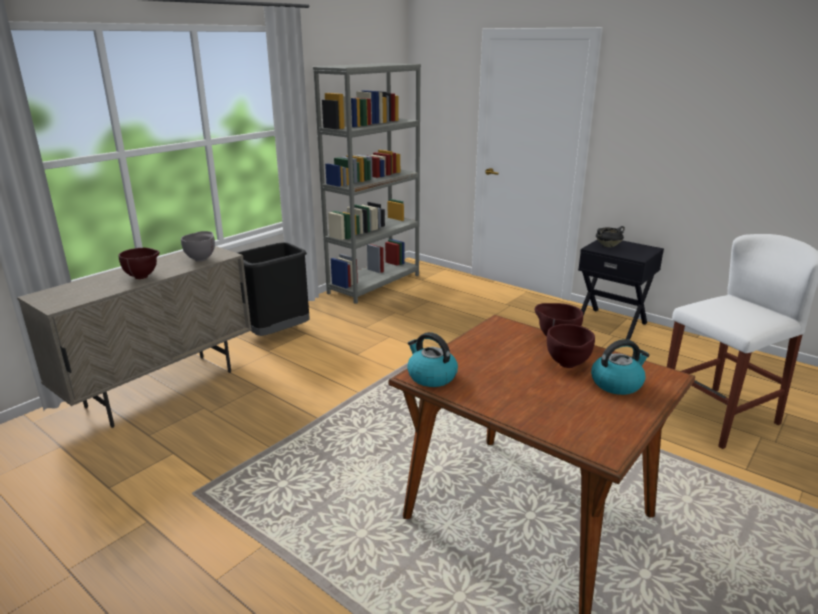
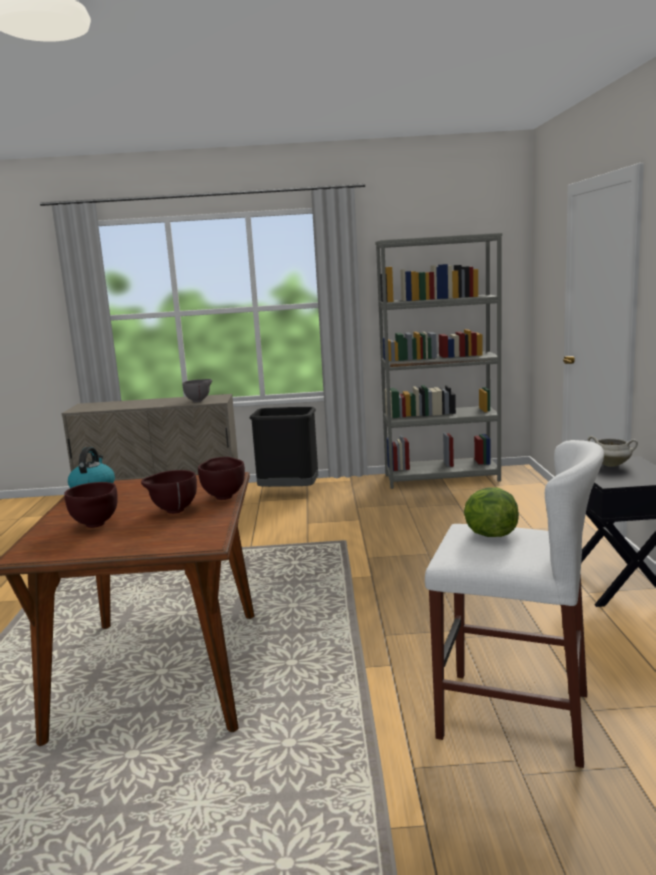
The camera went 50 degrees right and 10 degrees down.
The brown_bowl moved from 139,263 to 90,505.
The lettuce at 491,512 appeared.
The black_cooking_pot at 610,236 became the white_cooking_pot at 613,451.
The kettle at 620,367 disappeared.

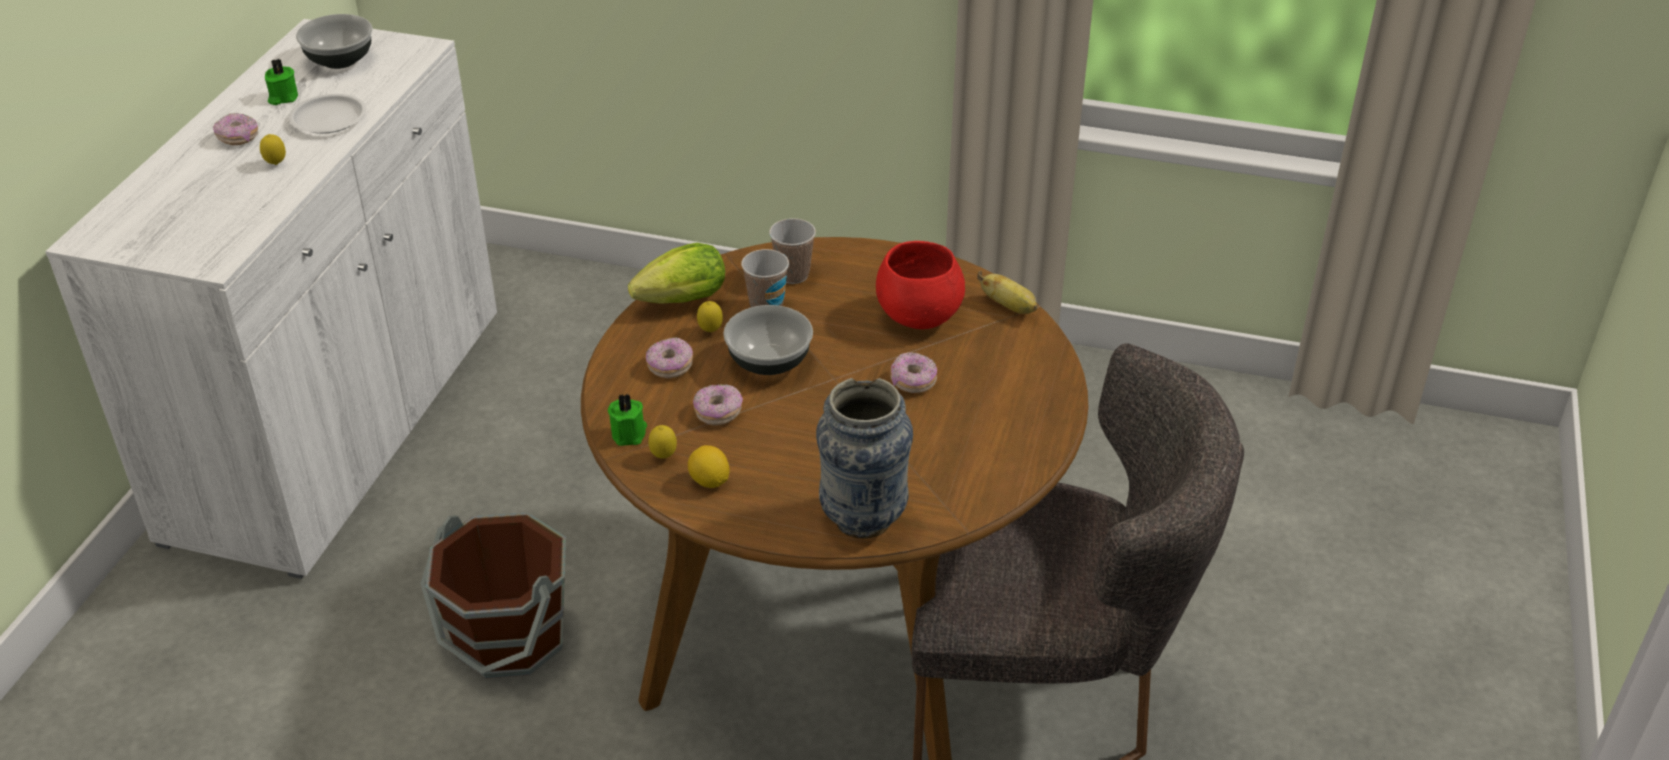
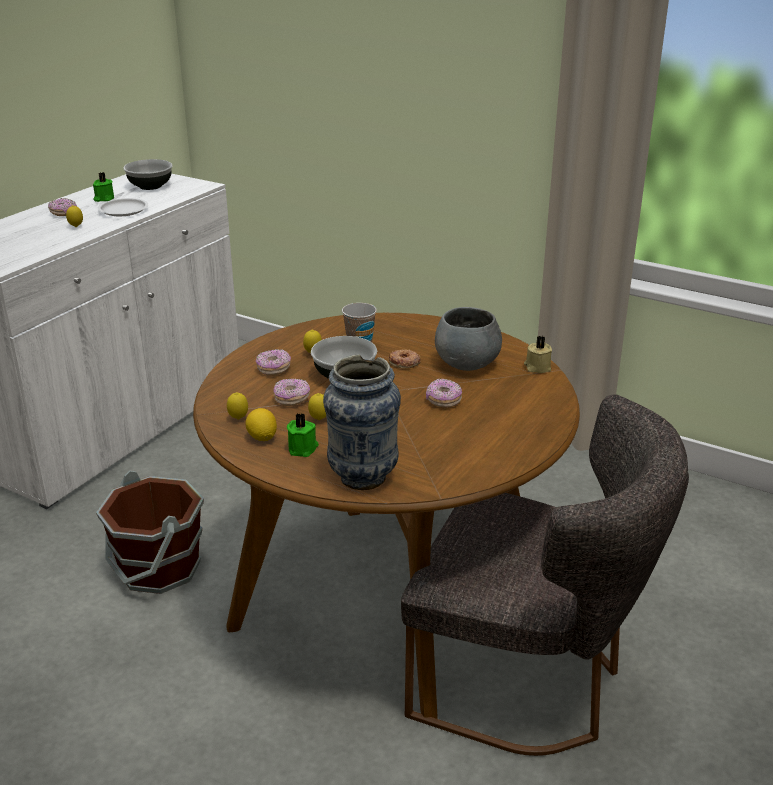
The camera went 15 degrees right and 10 degrees down.
The green_candle moved from 627,419 to 303,435.
The lemon at 317,406 appeared.
The donut at 405,358 appeared.
The red_bowl at 920,285 became the grey_bowl at 468,339.
The banana at 1007,292 was replaced by the beige_candle at 538,354.
The lettuce at 676,273 disappeared.
The cup at 792,251 disappeared.

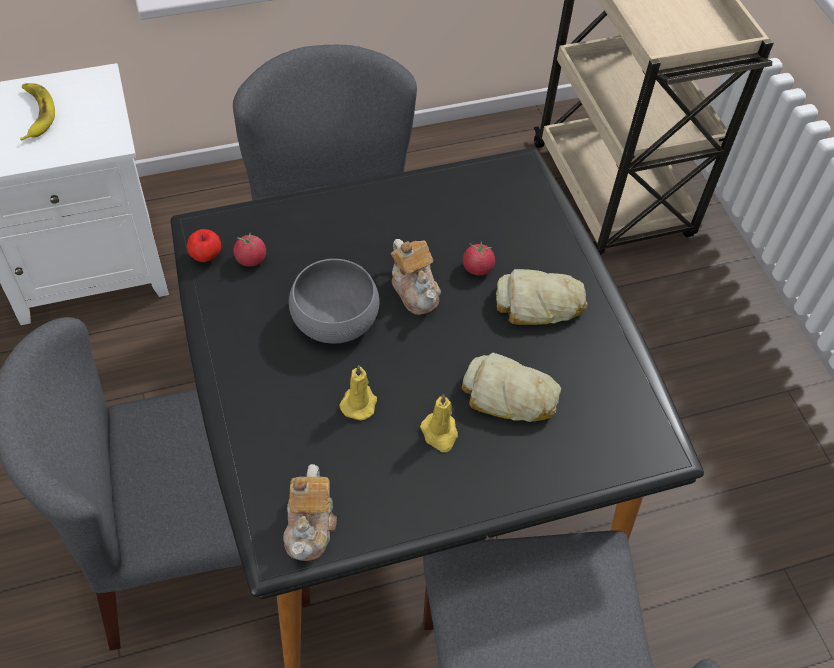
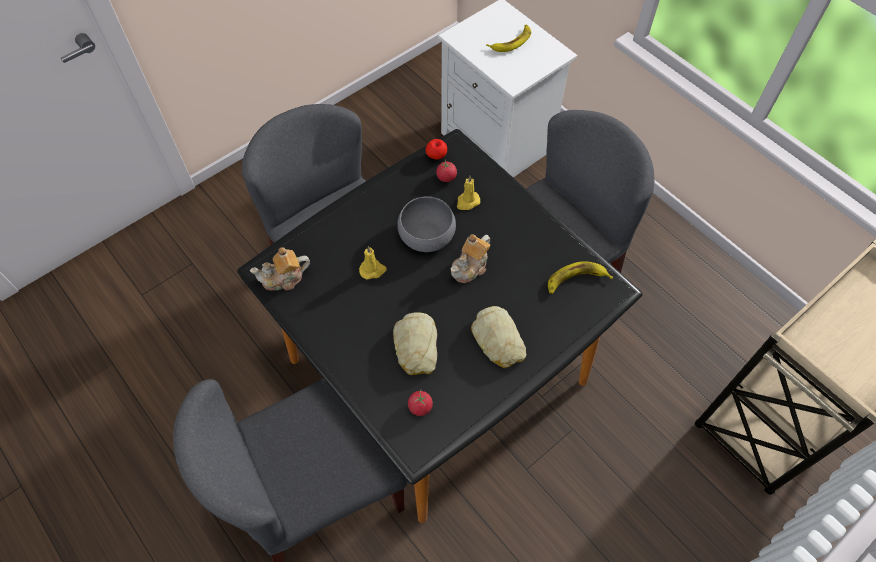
The camera went 70 degrees right and 5 degrees up.
The tomato moved from 479,257 to 420,402.
The yellow_candle moved from 439,423 to 468,193.
The banana at 580,277 appeared.

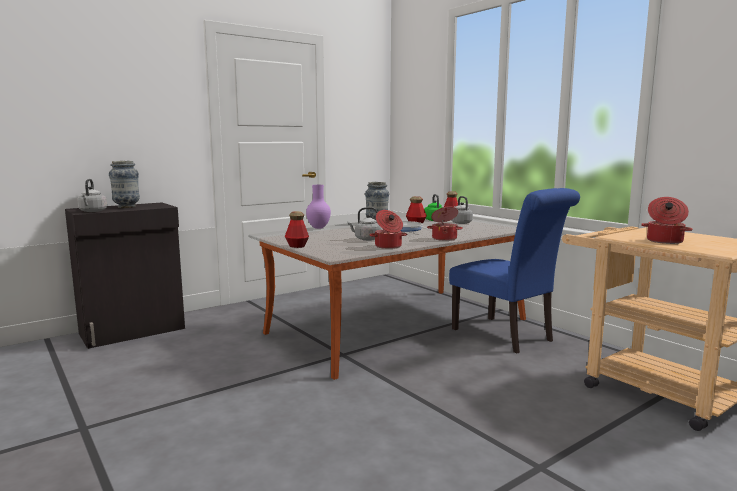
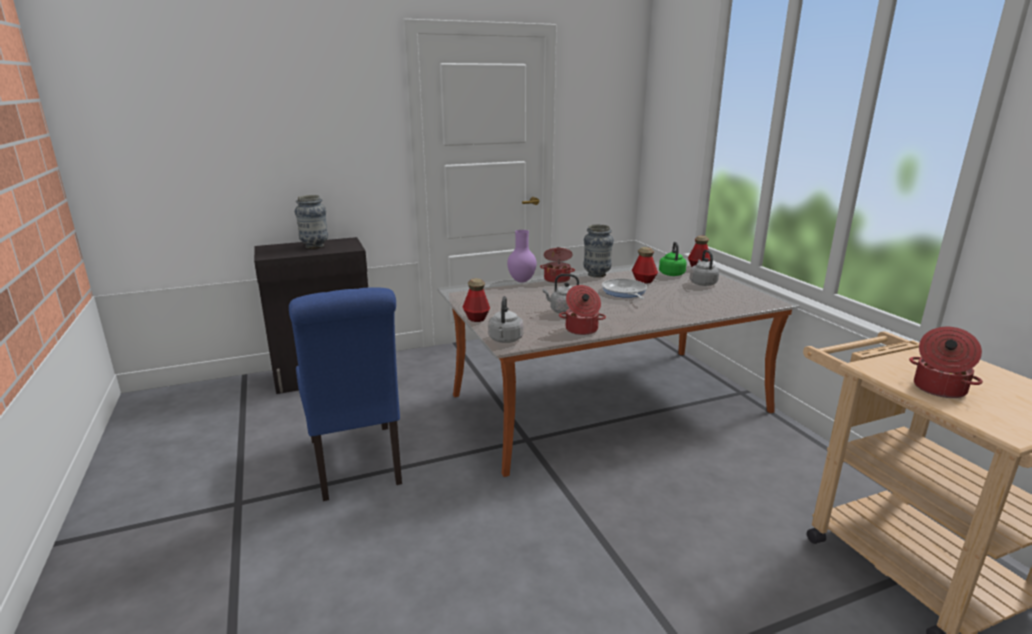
The camera went 15 degrees right and 10 degrees up.
The blue_chair moved from 514,271 to 345,394.
The grey_kettle moved from 92,195 to 506,319.
The cooking_pot moved from 445,223 to 557,265.

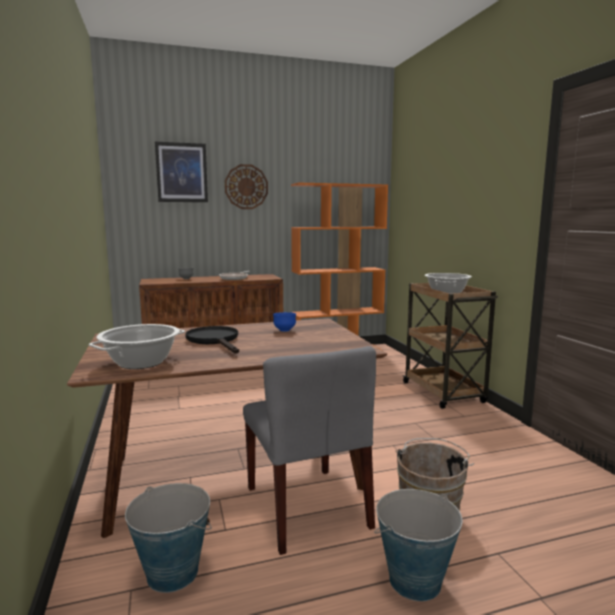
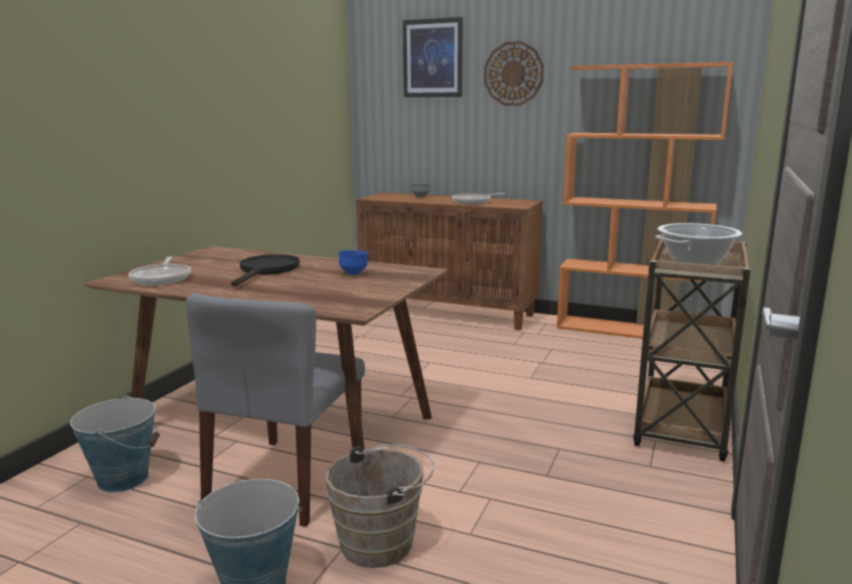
The camera went 40 degrees right and 5 degrees up.
The cooking_pot at 137,346 was replaced by the frying_pan at 159,270.

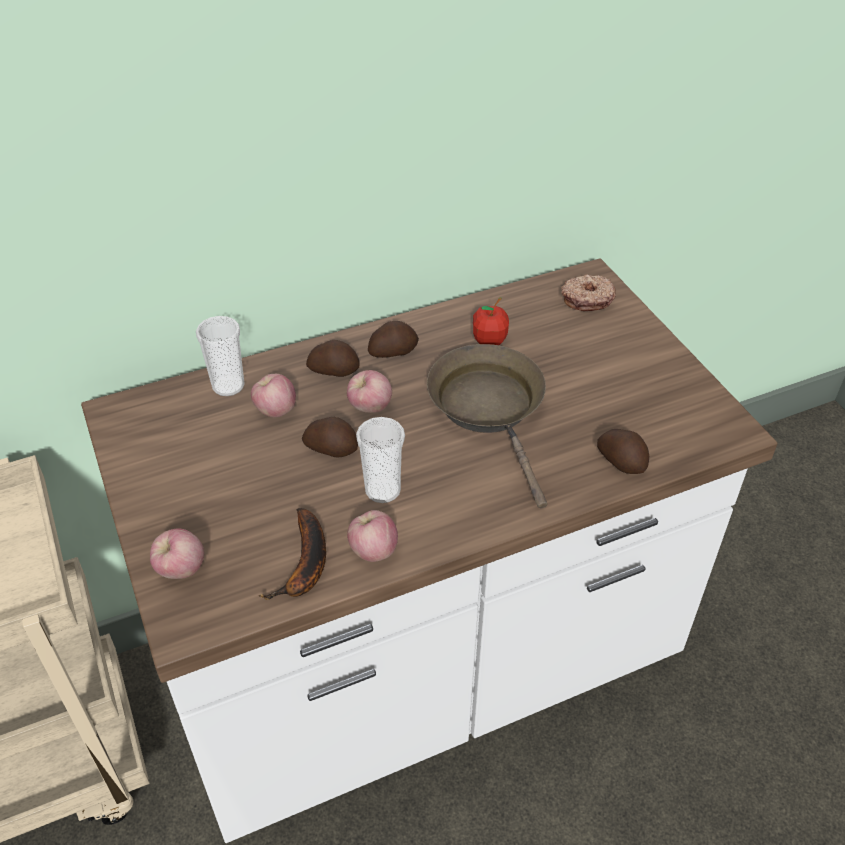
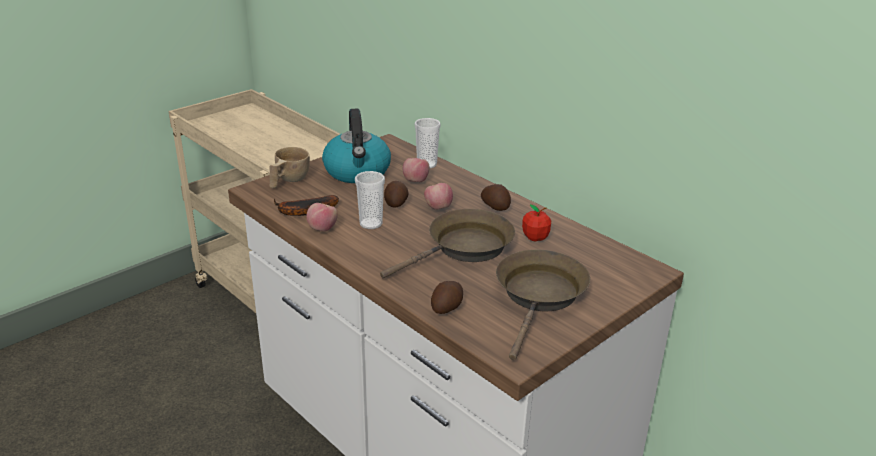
The camera went 70 degrees right and 15 degrees down.
The apple at 177,554 was replaced by the beige_cup at 289,167.
The kettle at 356,146 appeared.
The brown_frying_pan at 543,305 appeared.
The potato at 333,358 disappeared.
The donut at 588,292 disappeared.

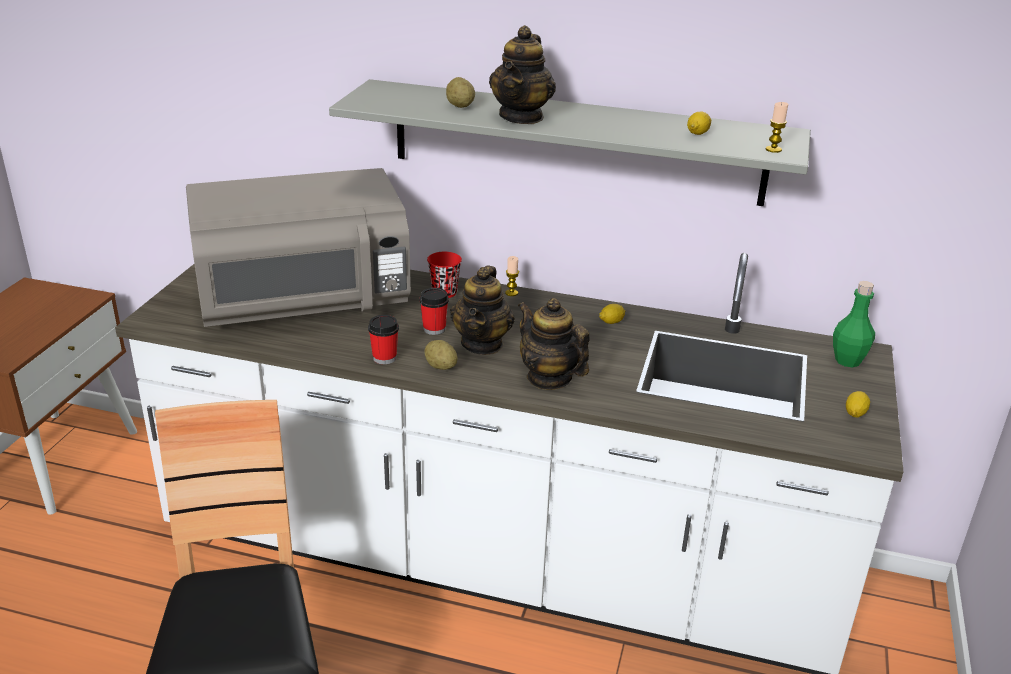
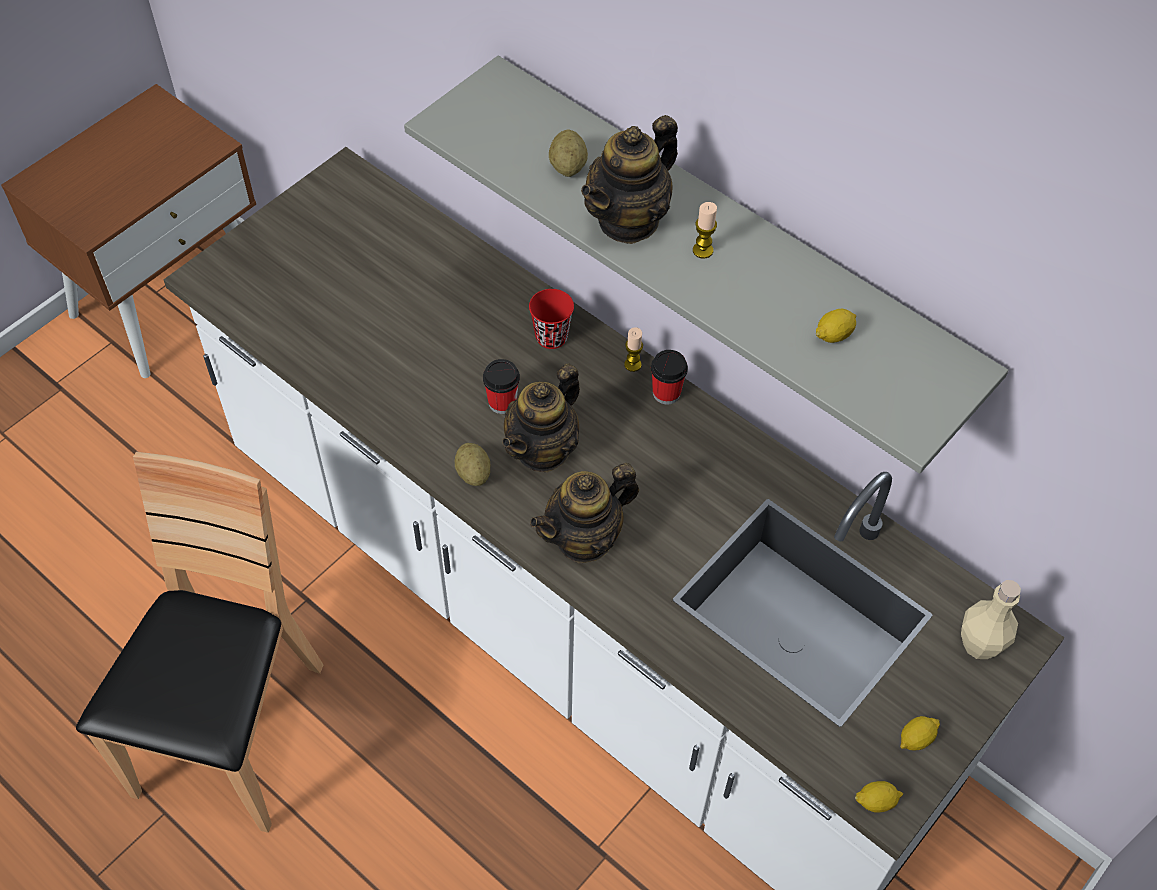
The camera went 25 degrees right and 25 degrees up.
The teapot at 554,344 turned 105 degrees counterclockwise.
The cup moved from 383,339 to 669,377.
The candle moved from 777,127 to 705,230.
The lemon moved from 612,314 to 879,797.
The green_bottle at 854,324 became the beige_bottle at 991,619.
The grey_microwave at 298,247 disappeared.

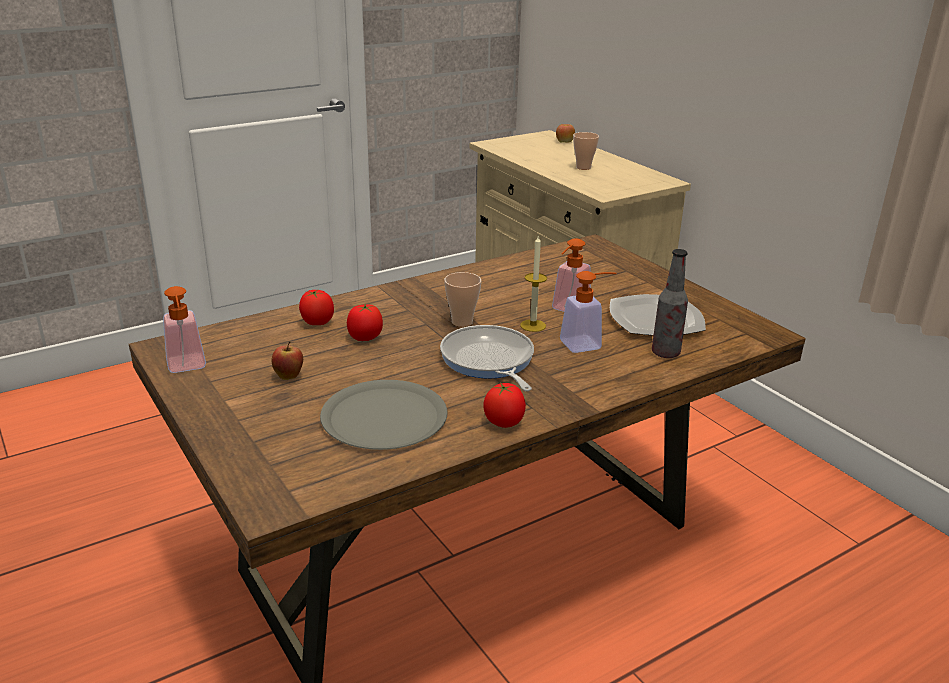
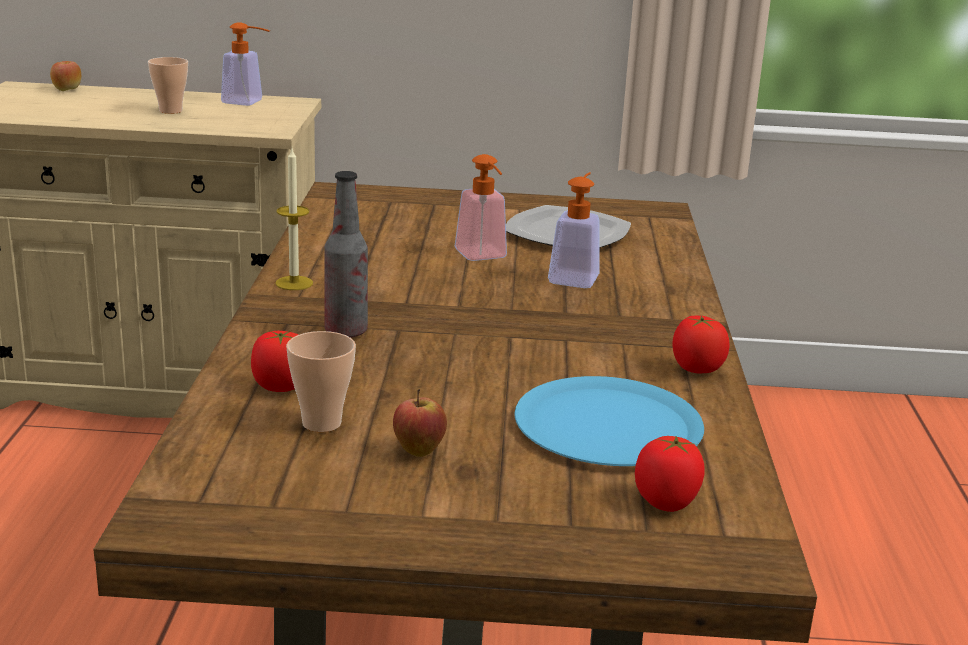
The camera went 55 degrees left and 5 degrees down.
The soap_dispenser moved from 184,329 to 245,64.
The candle moved from 533,283 to 294,219.
The cup moved from 462,299 to 321,381.
The bottle moved from 670,303 to 346,254.
The grey_plate at 383,415 became the blue_plate at 609,421.
The tomato moved from 365,322 to 670,474.
The frying_pan at 487,358 disappeared.

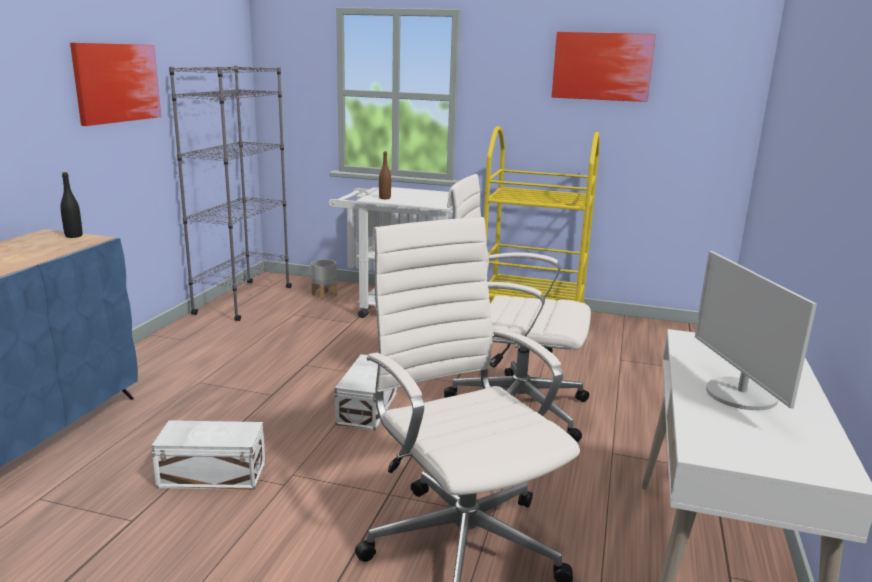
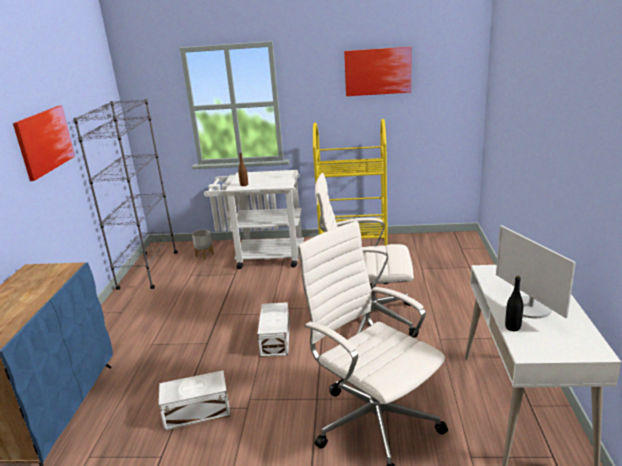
The camera went 10 degrees left and 5 degrees up.
The black_bottle moved from 71,205 to 514,303.

